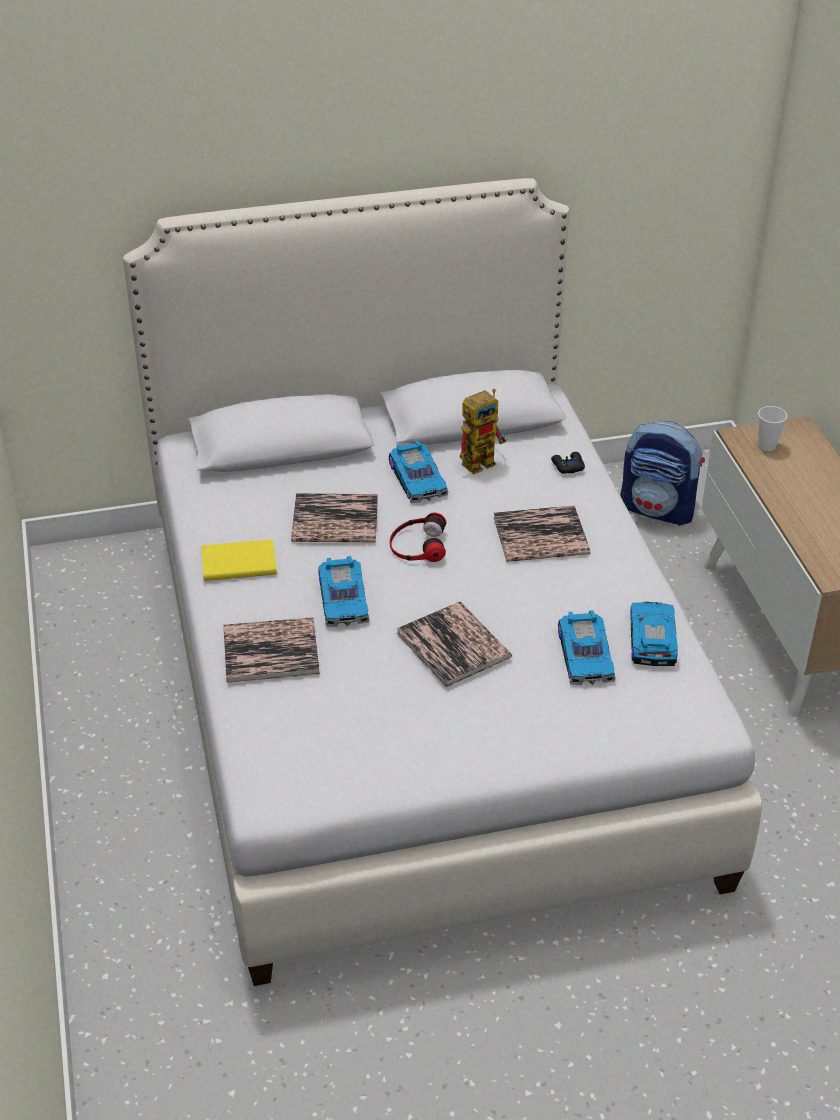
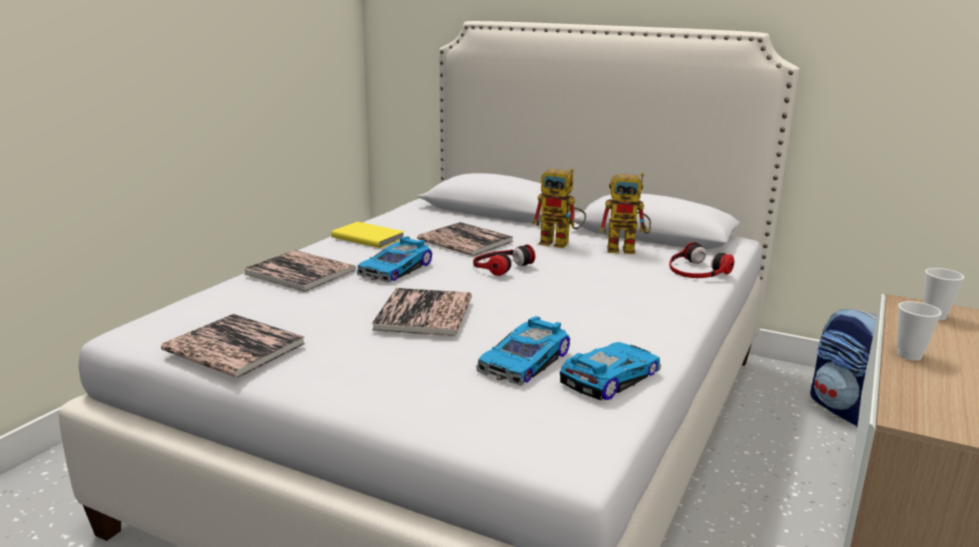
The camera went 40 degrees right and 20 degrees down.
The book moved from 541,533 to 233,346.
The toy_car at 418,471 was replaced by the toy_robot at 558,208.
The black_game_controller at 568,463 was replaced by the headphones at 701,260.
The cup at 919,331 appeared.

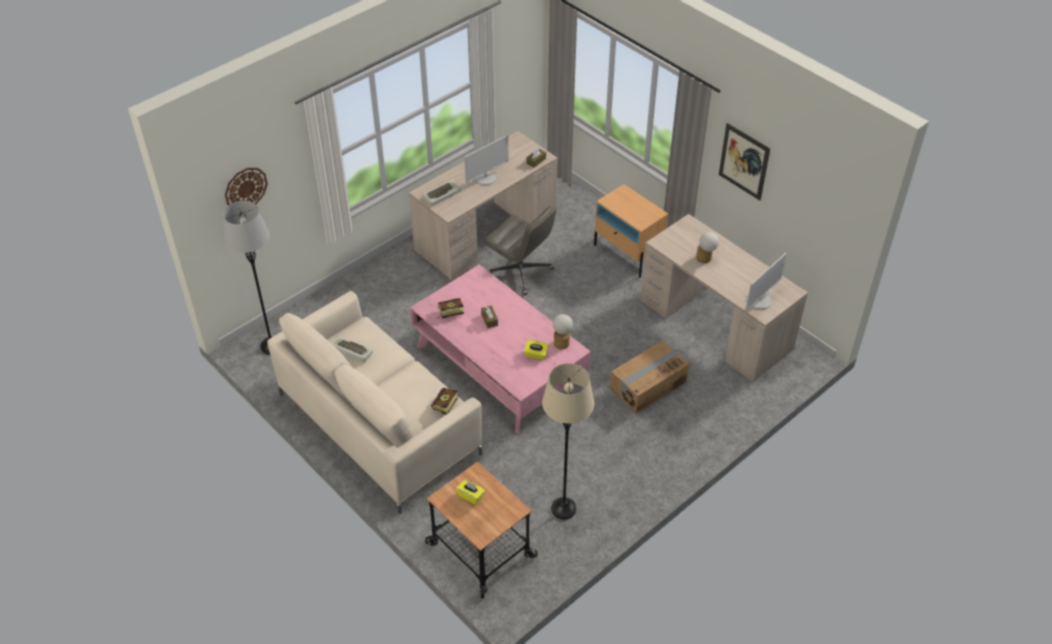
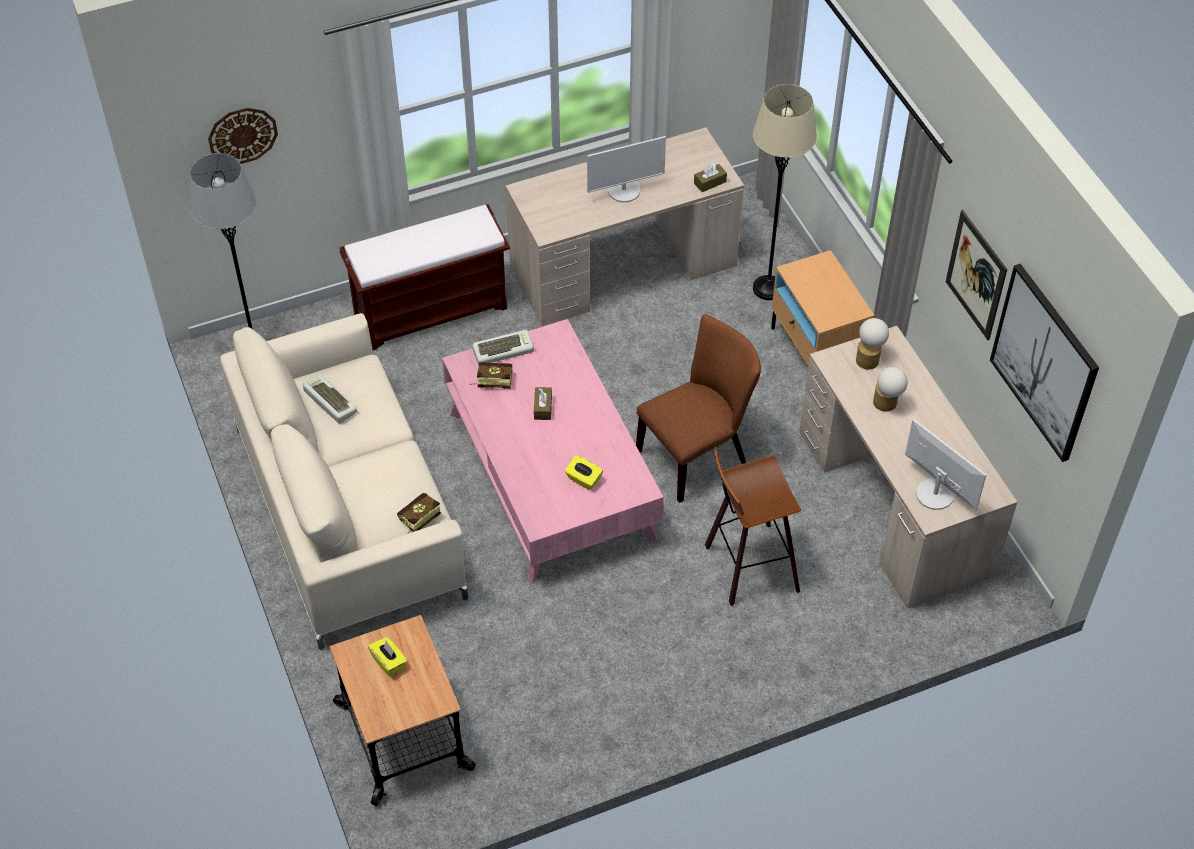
The camera went 20 degrees right and 5 degrees up.
The brown_bench at 425,277 appeared.
The keyboard moved from 442,193 to 503,347.
The brown_chair at 698,408 appeared.
The cardboard_box at 649,377 was replaced by the stool at 753,528.
The beige_floor_lamp moved from 568,441 to 785,192.
The table_lamp moved from 563,332 to 872,344.
The monitor at 766,282 turned 105 degrees counterclockwise.
The picture at 1044,363 appeared.
The grey_office_chair at 520,250 disappeared.

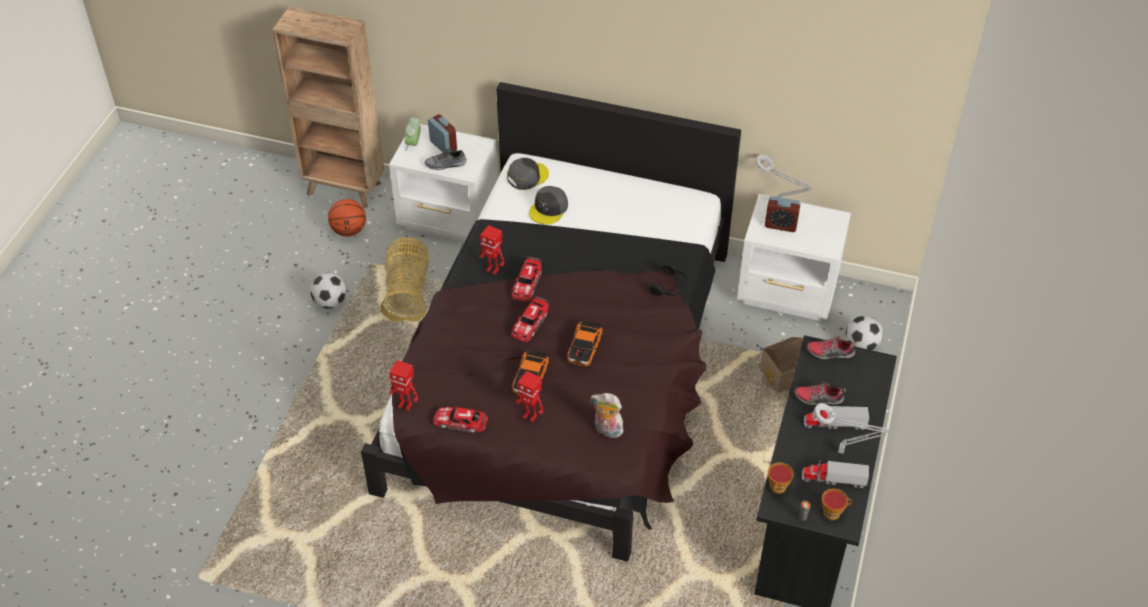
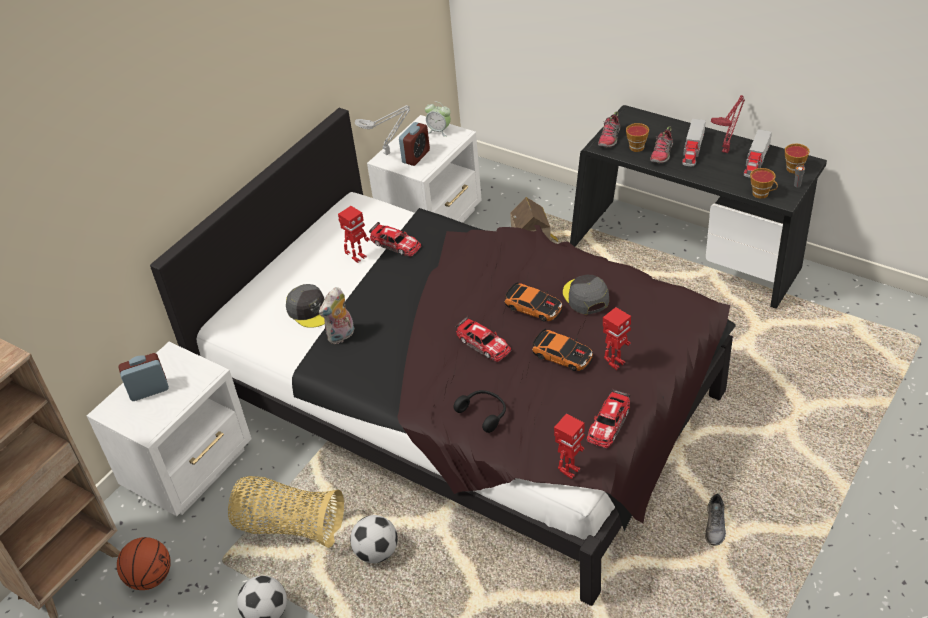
The camera went 70 degrees left and 5 degrees down.
The plush_toy moved from 607,415 to 336,315.
The toy_robot moved from 491,250 to 354,234.
The football moved from 864,333 to 374,539.
The toy_car moved from 527,278 to 395,239.
The alarm_clock moved from 413,134 to 438,119.
The black_headphones moved from 668,279 to 480,411.
The grey_cap moved from 528,174 to 586,294.
The cup at 637,137 appeared.
The grey_shoe moved from 445,159 to 715,520.
The grey_table_lamp at 851,428 became the red_table_lamp at 728,124.

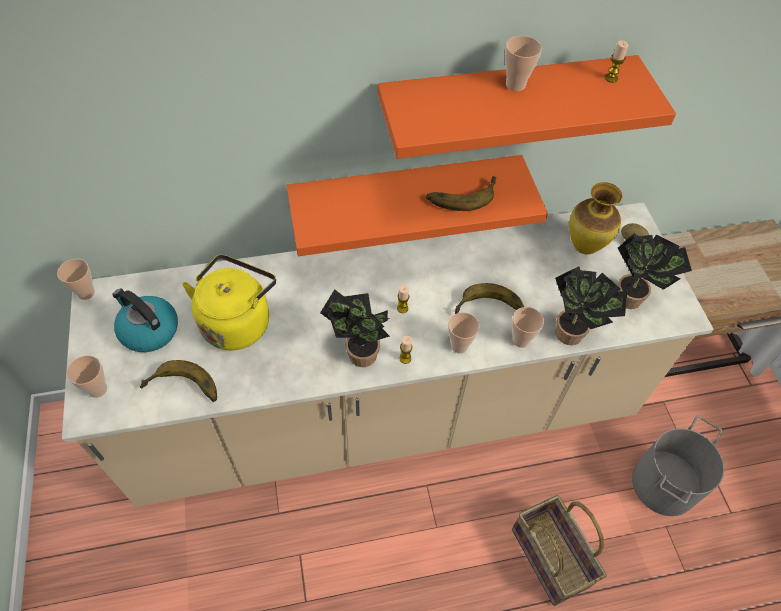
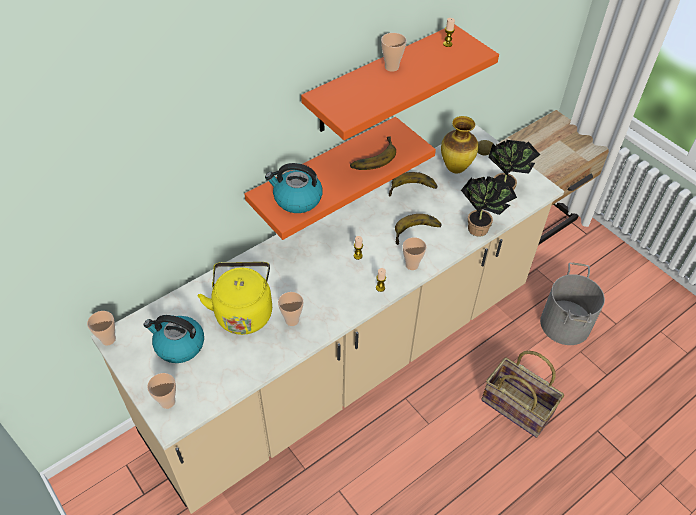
The camera went 25 degrees left and 5 degrees down.
The kettle at 294,188 appeared.
The cup moved from 528,327 to 290,309.
The banana moved from 178,381 to 413,184.
The potted_plant at 355,328 disappeared.

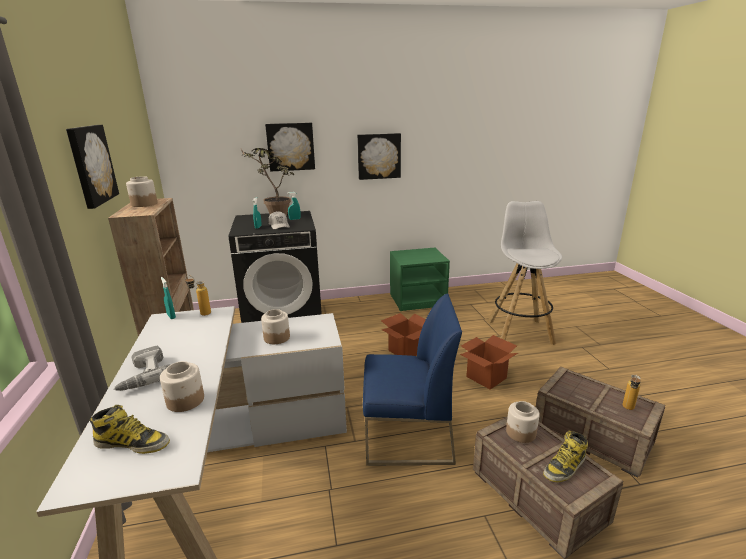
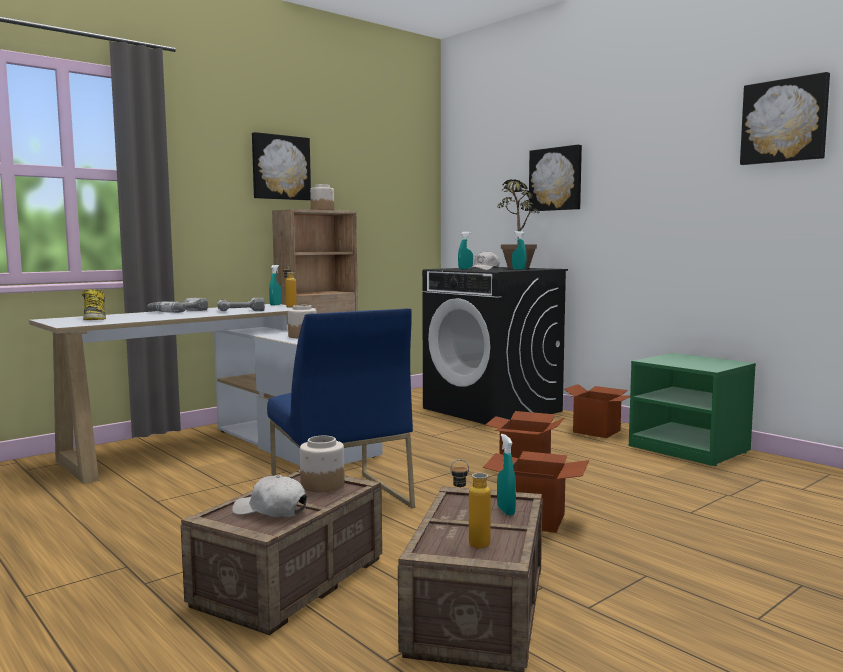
The camera went 60 degrees right and 15 degrees down.
The power_drill at 241,304 appeared.
The boot at 565,456 was replaced by the white_cap at 269,496.
The turquoise_spray_bottle at 506,475 appeared.
The cardboard_box at 597,411 appeared.
The picture moved from 379,156 to 785,118.
The jar at 182,386 disappeared.
The white_stool at 524,273 disappeared.

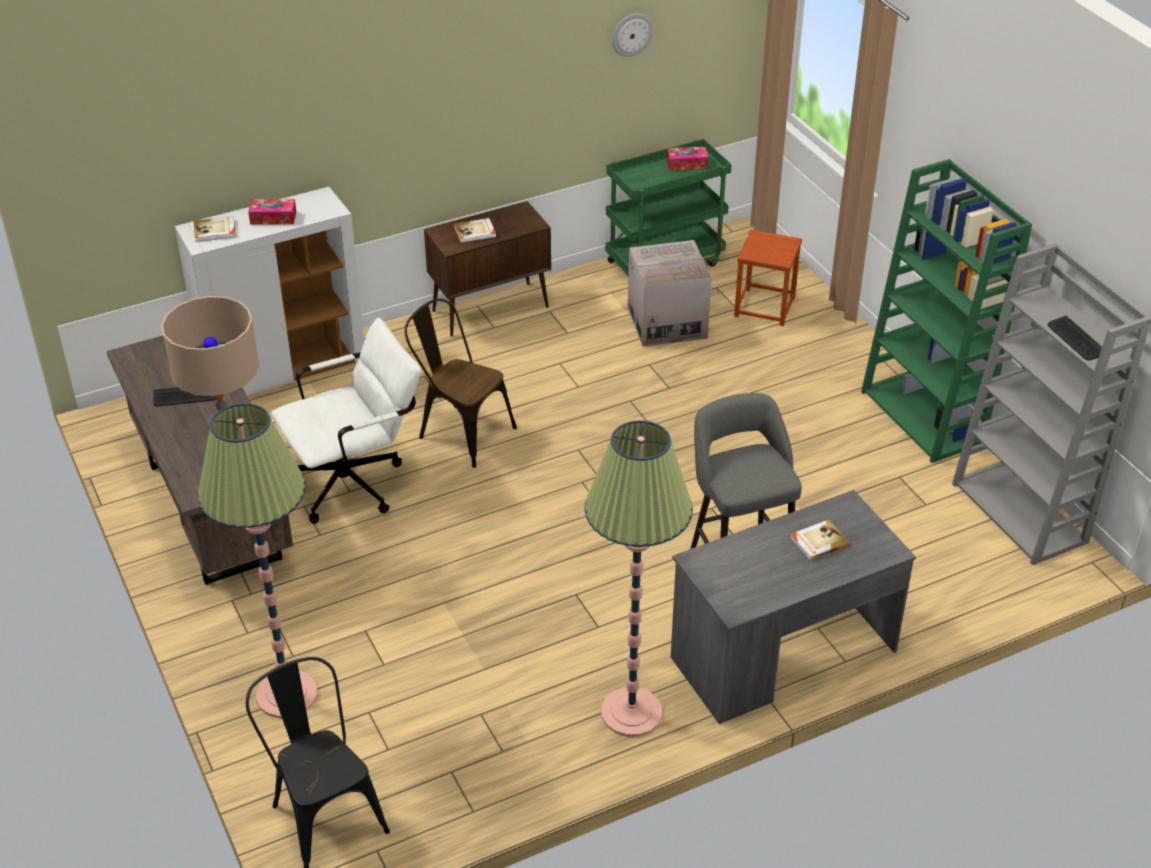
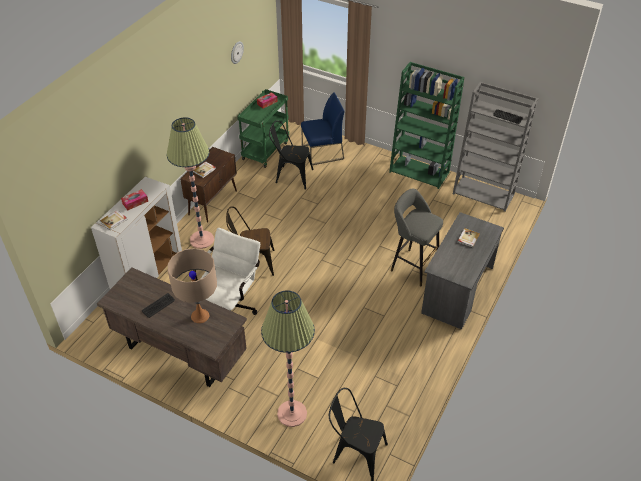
The camera went 35 degrees left and 5 degrees up.
The floor_lamp moved from 639,578 to 190,183.
The cardboard_box at 670,293 was replaced by the black_chair at 291,155.
The brown_stool at 768,277 was replaced by the blue_chair at 323,128.

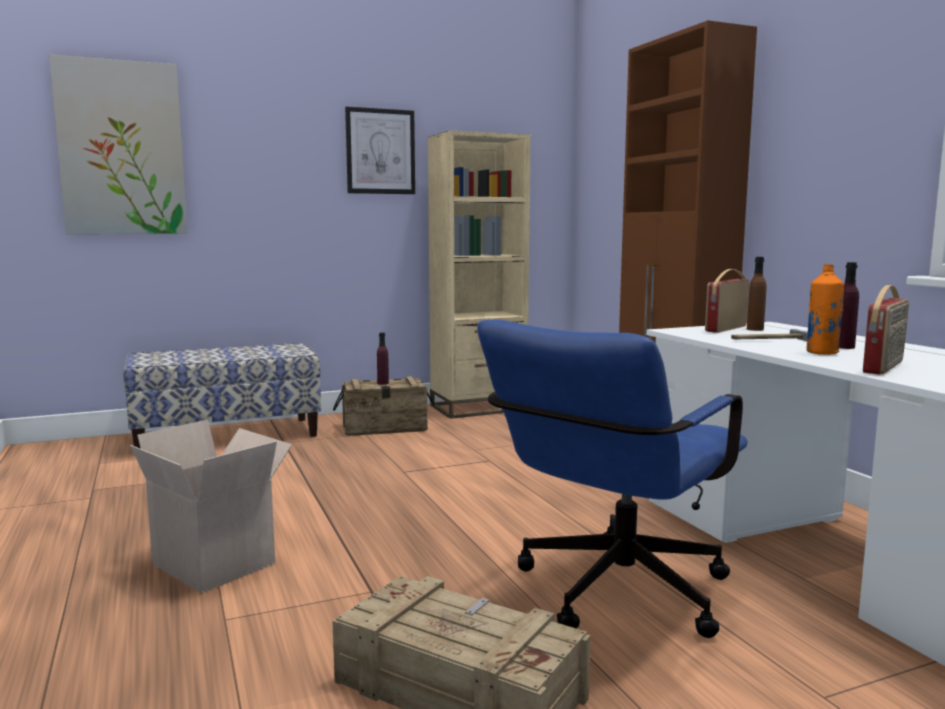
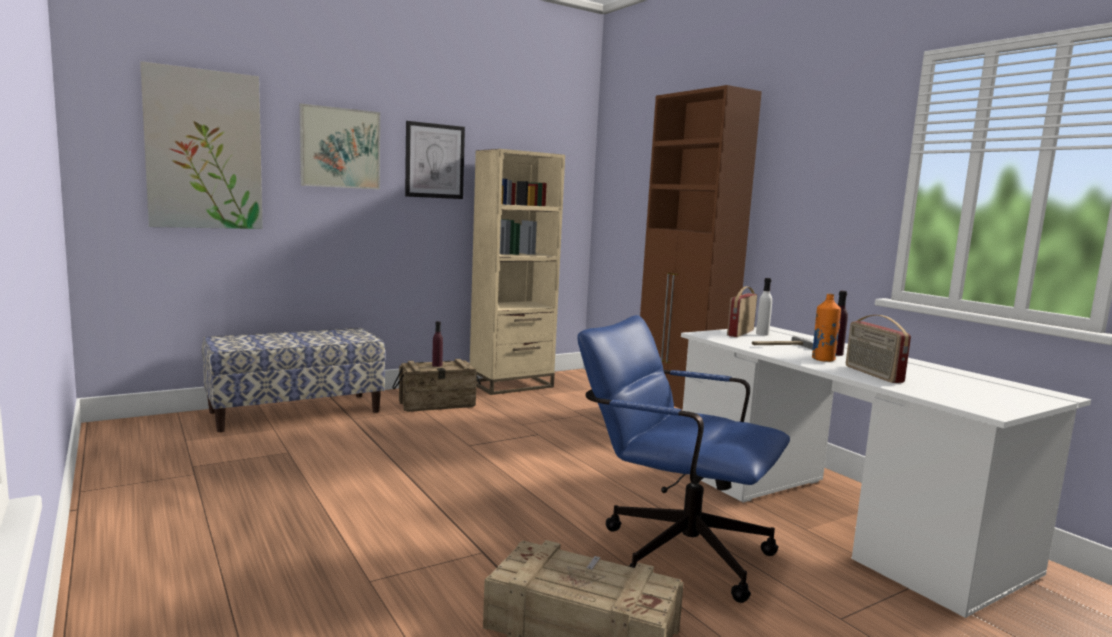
The camera went 10 degrees left and 0 degrees up.
The picture at 340,146 appeared.
The blue_office_chair at 612,478 turned 90 degrees clockwise.
The brown_bottle at 756,294 became the white_bottle at 764,307.
The radio at 886,330 turned 135 degrees clockwise.
The cardboard_box at 211,506 disappeared.

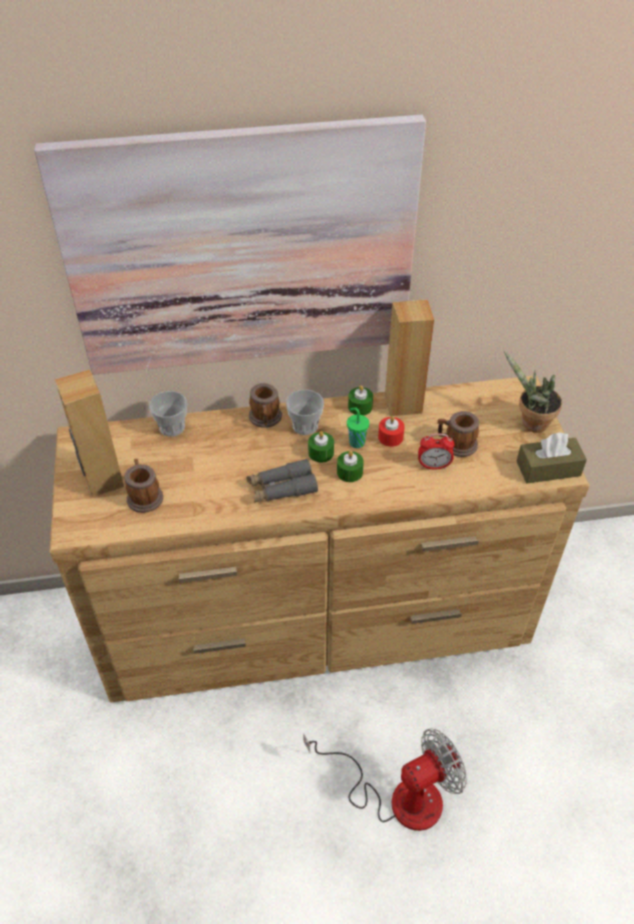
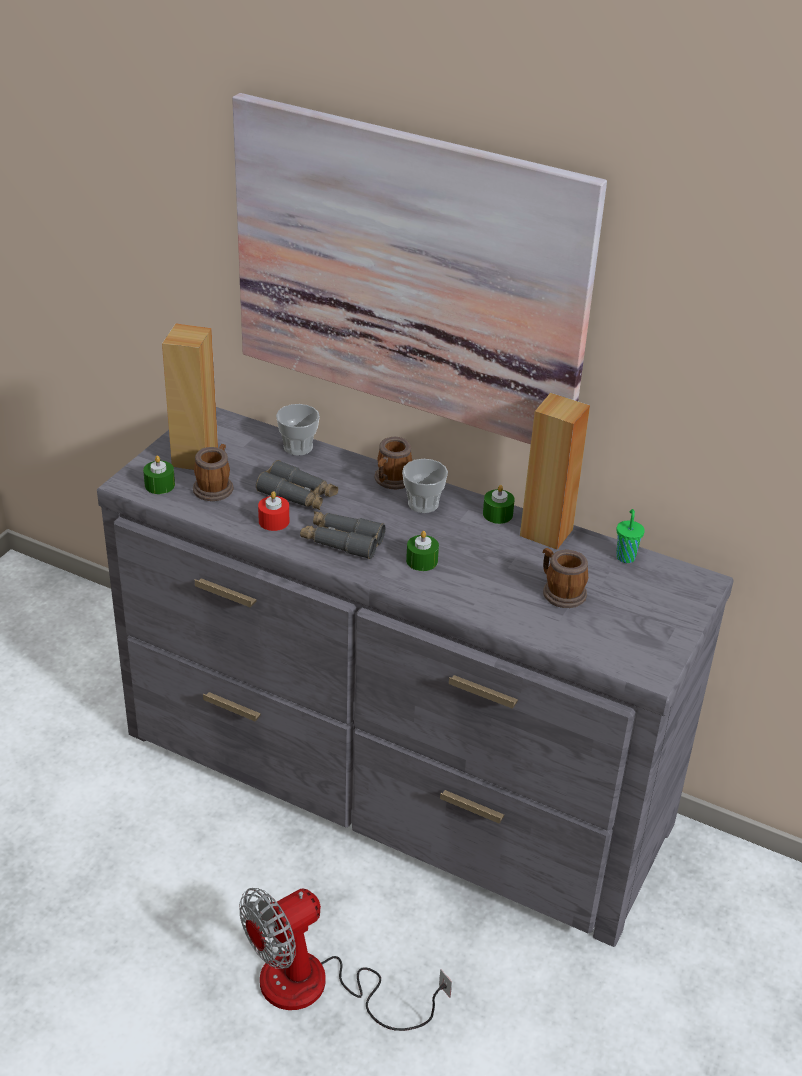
The camera went 35 degrees right and 10 degrees down.
The brown_dresser at 319,539 became the grey_dresser at 415,677.
The green_candle moved from 321,446 to 159,474.
The fan at 385,779 turned 135 degrees clockwise.
The grey_binoculars at 297,485 appeared.
The red_candle moved from 391,431 to 273,511.
The green_cup moved from 358,427 to 630,536.
The alarm_clock at 436,451 disappeared.
The potted_plant at 533,392 disappeared.
The brown_tissue_box at 552,458 disappeared.

